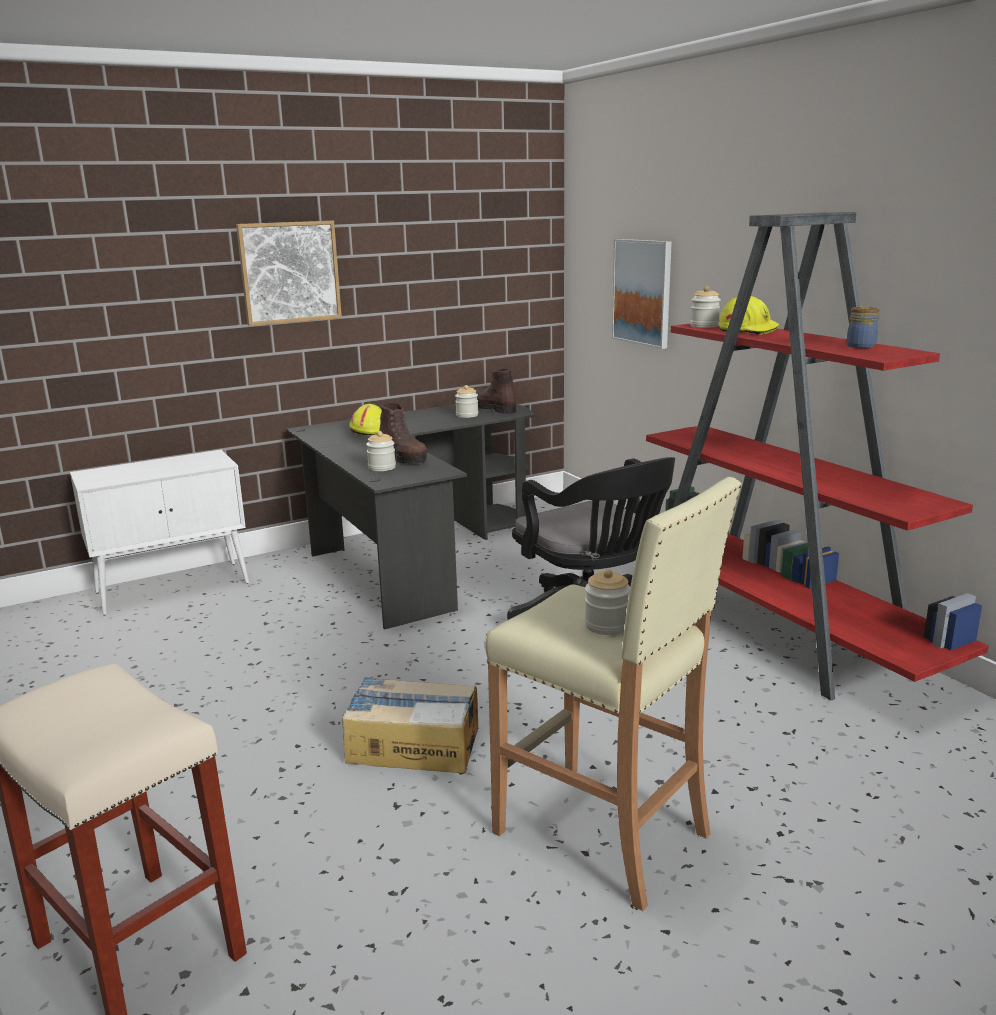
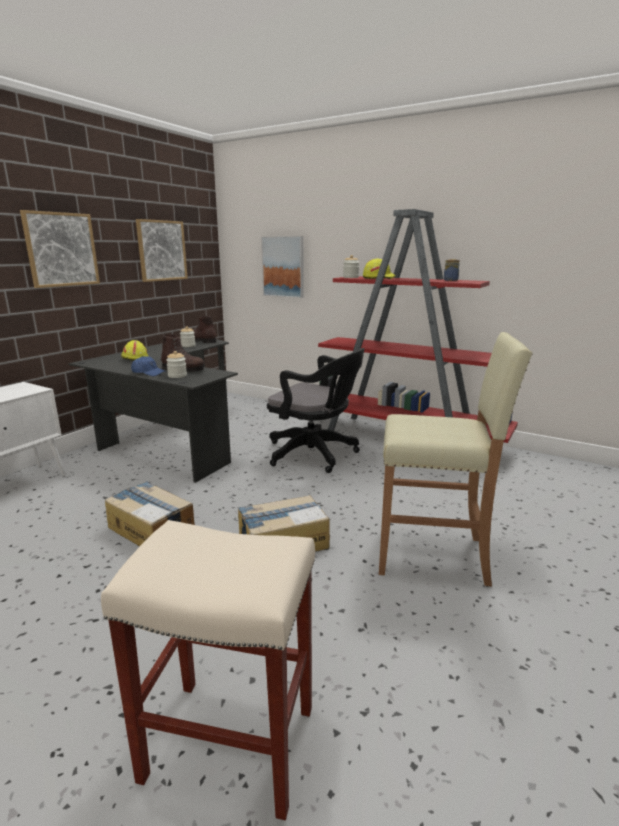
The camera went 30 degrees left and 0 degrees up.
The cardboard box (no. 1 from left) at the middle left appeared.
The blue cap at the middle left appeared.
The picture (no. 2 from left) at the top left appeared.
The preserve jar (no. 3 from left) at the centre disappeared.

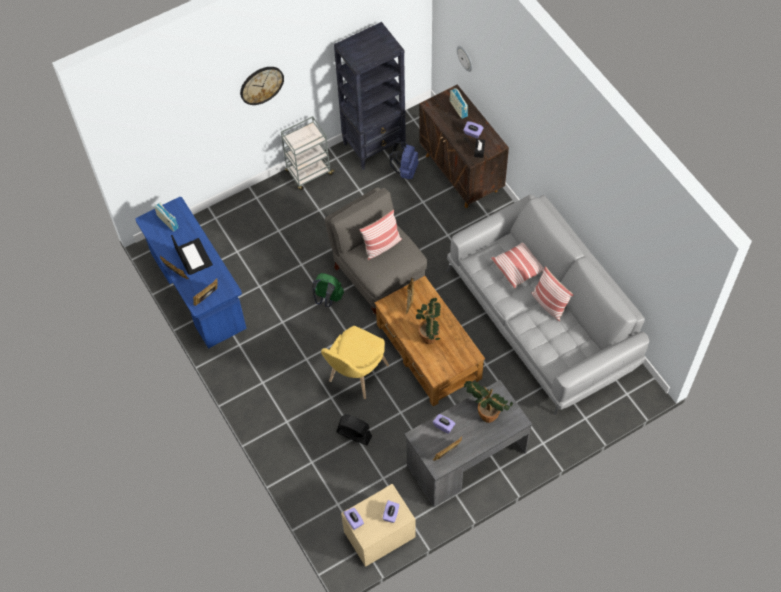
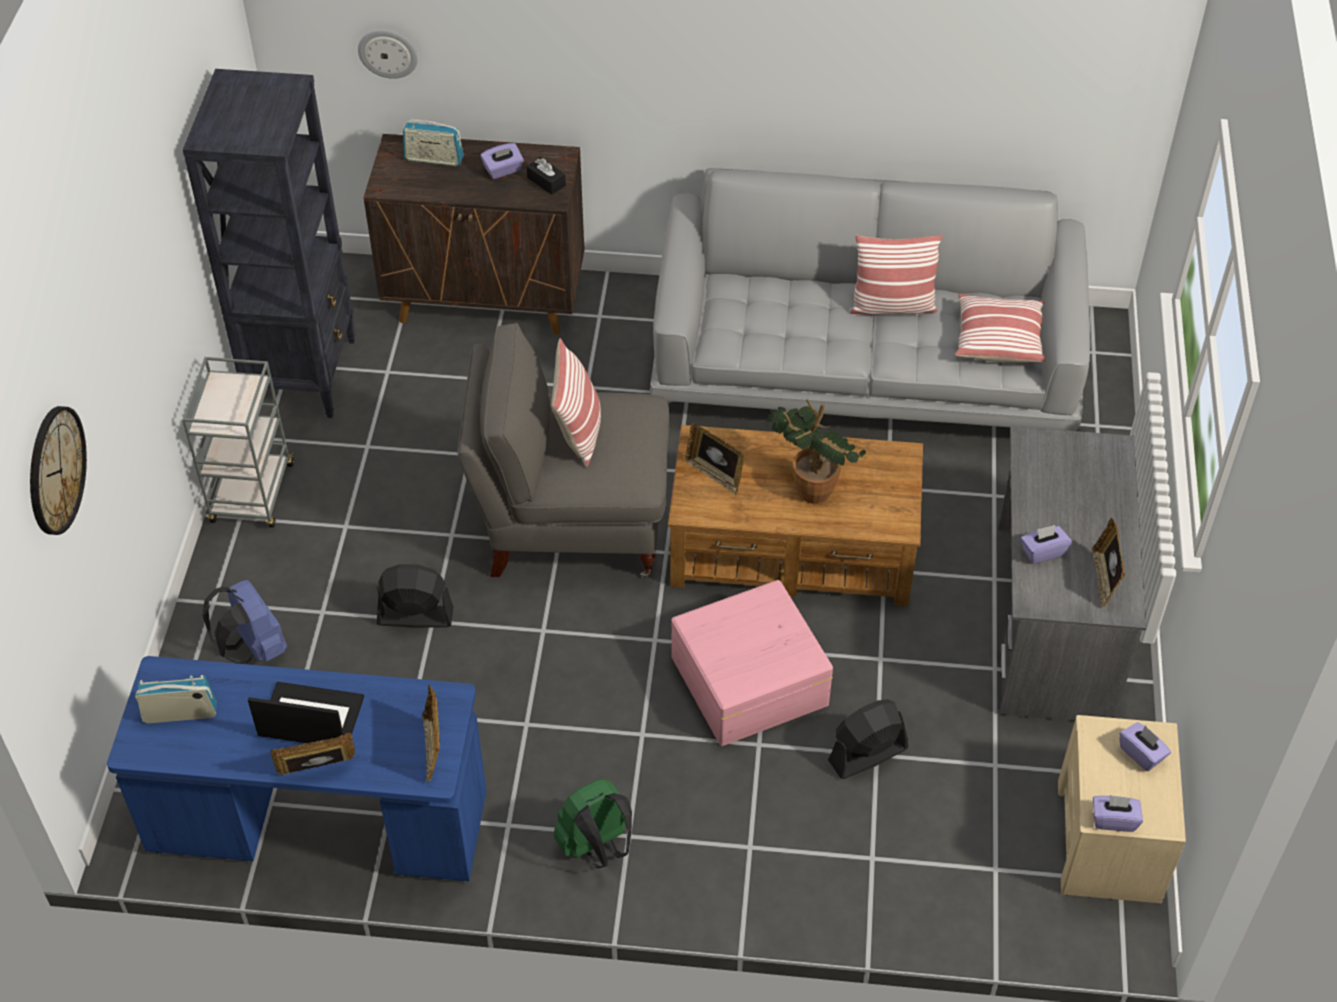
The camera went 55 degrees left and 10 degrees down.
The wall clock (no. 1 from left) moved from the top centre to the middle left.
The blue backpack moved from the top centre to the middle left.
The blackish fan (no. 1 from left) at the middle left appeared.
The green-coloured backpack moved from the centre to the bottom centre.
The yellow-coloured chair at the centre was replaced by the pink-coloured storage container at the centre.
The cushion (no. 2 from left in the first image) moved from the centre to the top right.
The potted plant (no. 2 from left) at the bottom centre disappeared.

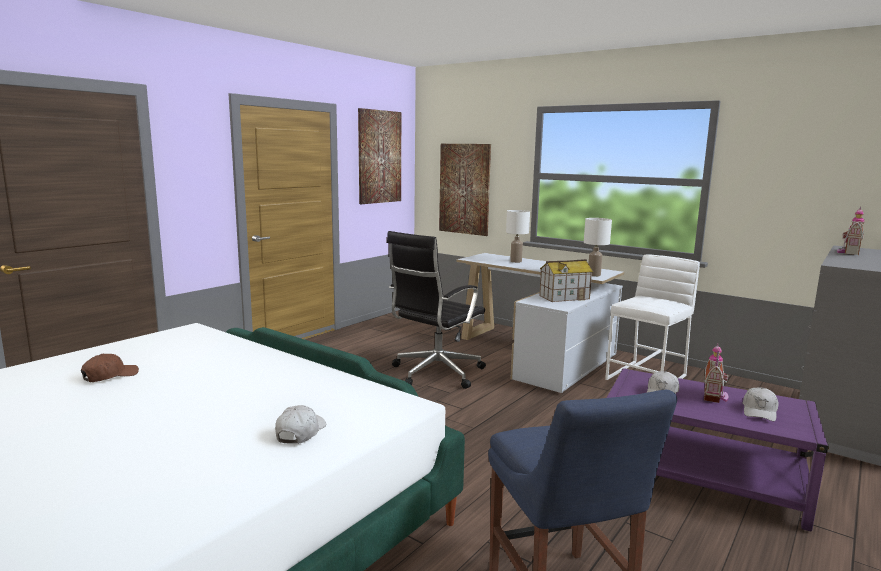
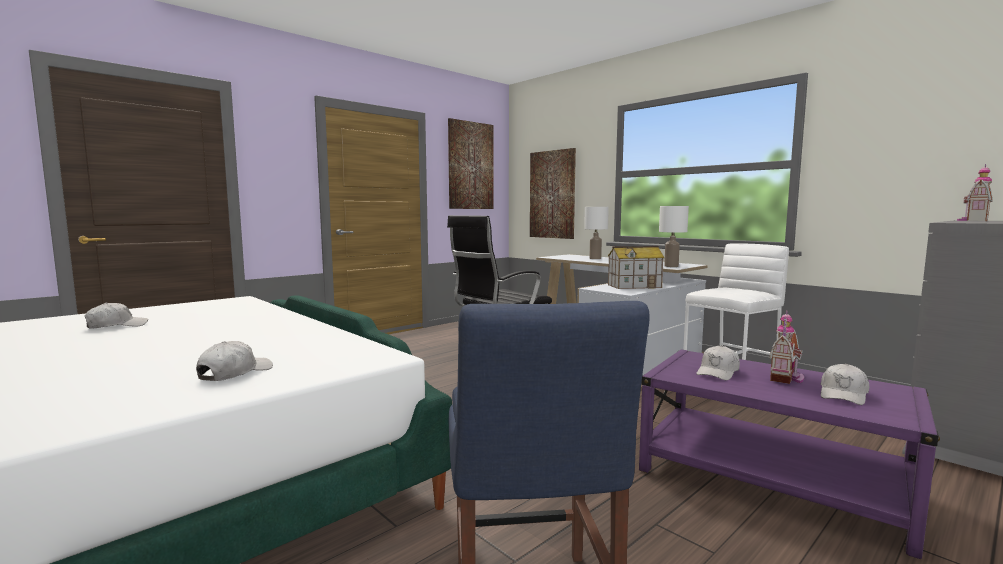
The camera went 10 degrees right and 5 degrees down.
The brown cap at the middle left became the white-coloured cap (no. 1 from left) at the middle left.

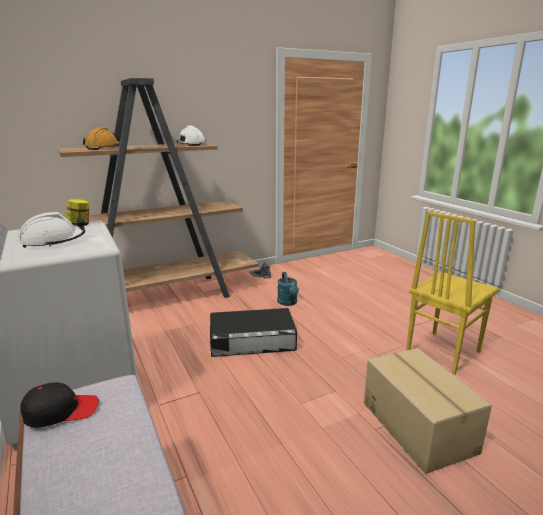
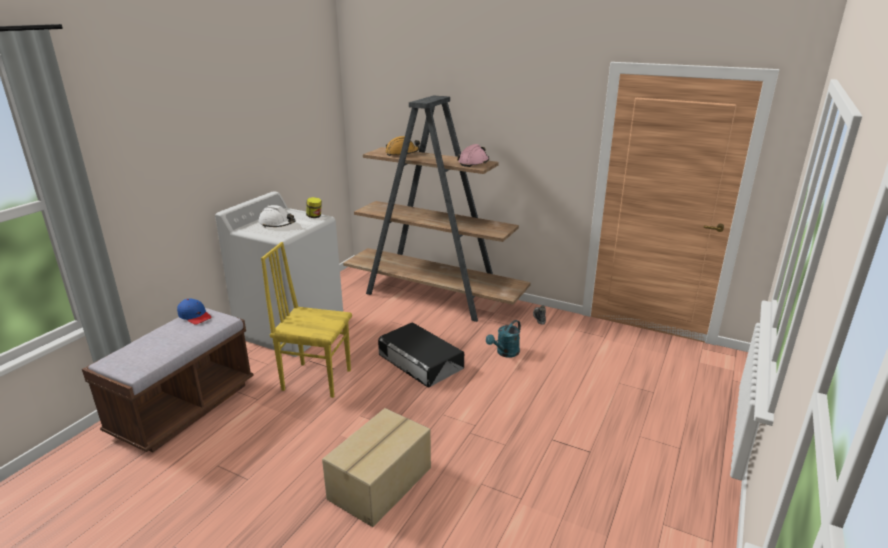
The camera went 55 degrees right and 5 degrees up.
The blackish cap at the bottom left became the blue cap at the middle left.
The yellow-coloured chair moved from the middle right to the centre.
The white-coloured safety helmet (no. 2 from left) at the top centre became the pink-coloured safety helmet at the top centre.

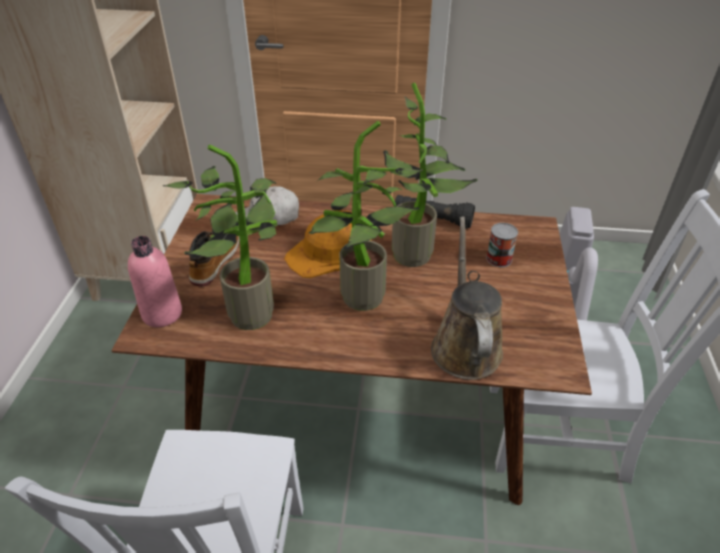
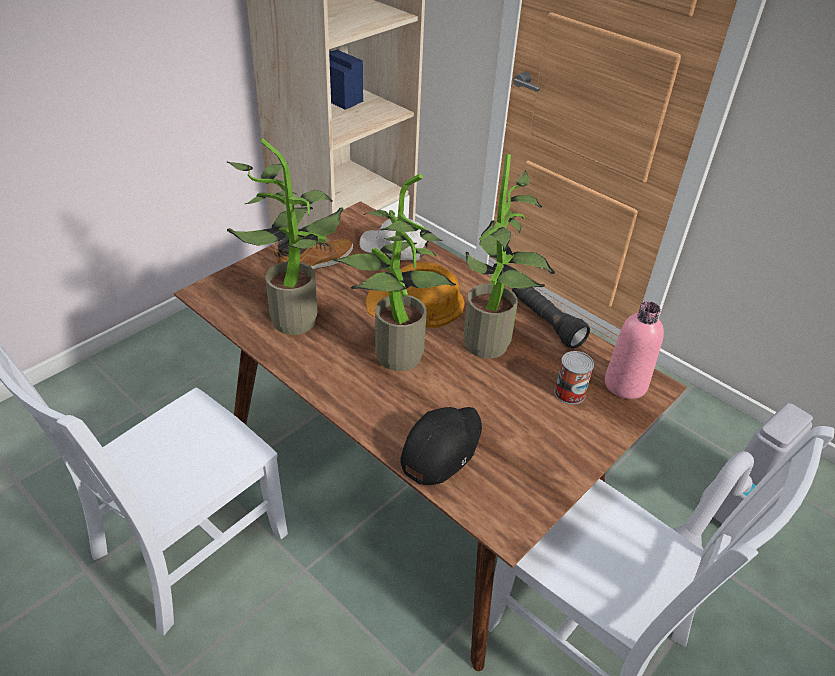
The camera went 35 degrees right and 0 degrees up.
The brown watering can at the centre was replaced by the blackish cap at the centre.
The pink-coloured bottle moved from the middle left to the middle right.

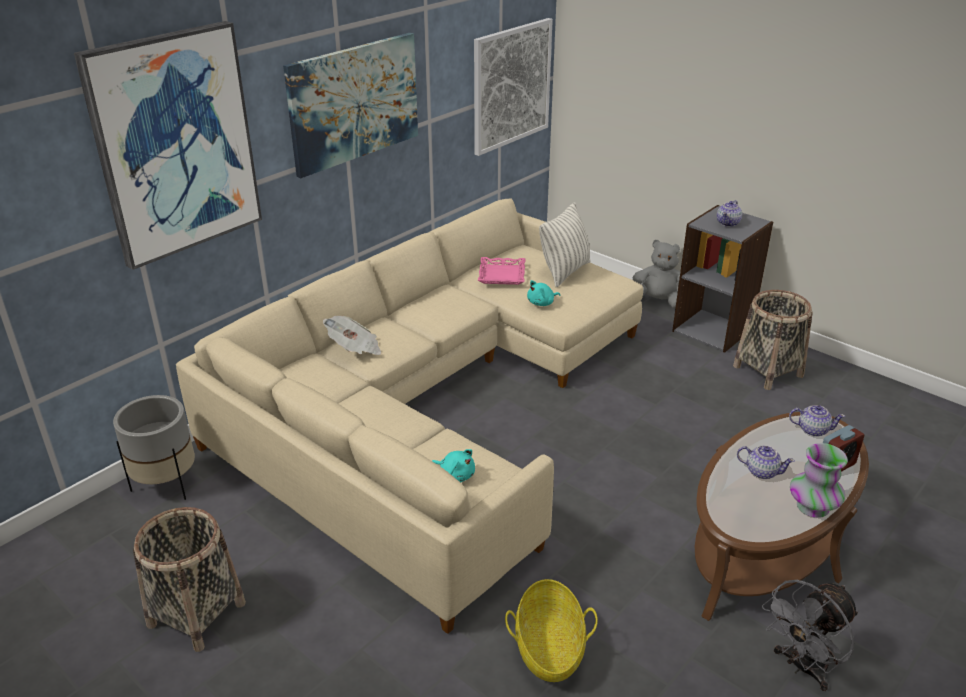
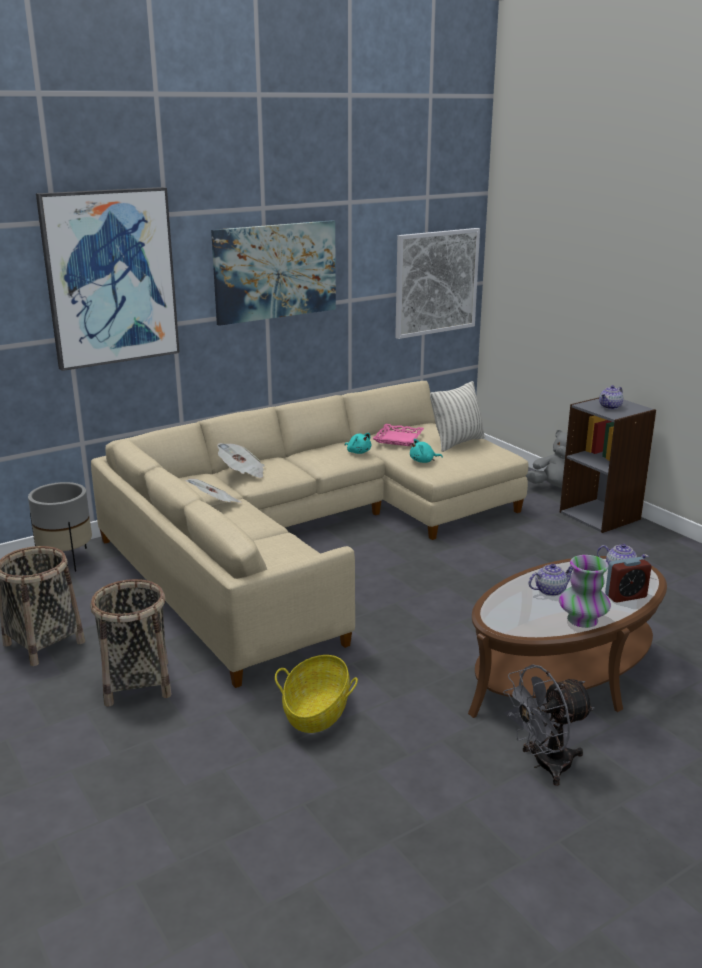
The camera went 15 degrees right and 10 degrees down.
The storage basket (no. 3 from left in the first image) moved from the middle right to the middle left.
The daily paper (no. 1 from left) at the middle left appeared.
The blue-green cuddly toy (no. 1 from left) moved from the bottom centre to the centre.
The pot for tea (no. 2 from left in the first image) at the middle right turned 60 degrees counterclockwise.

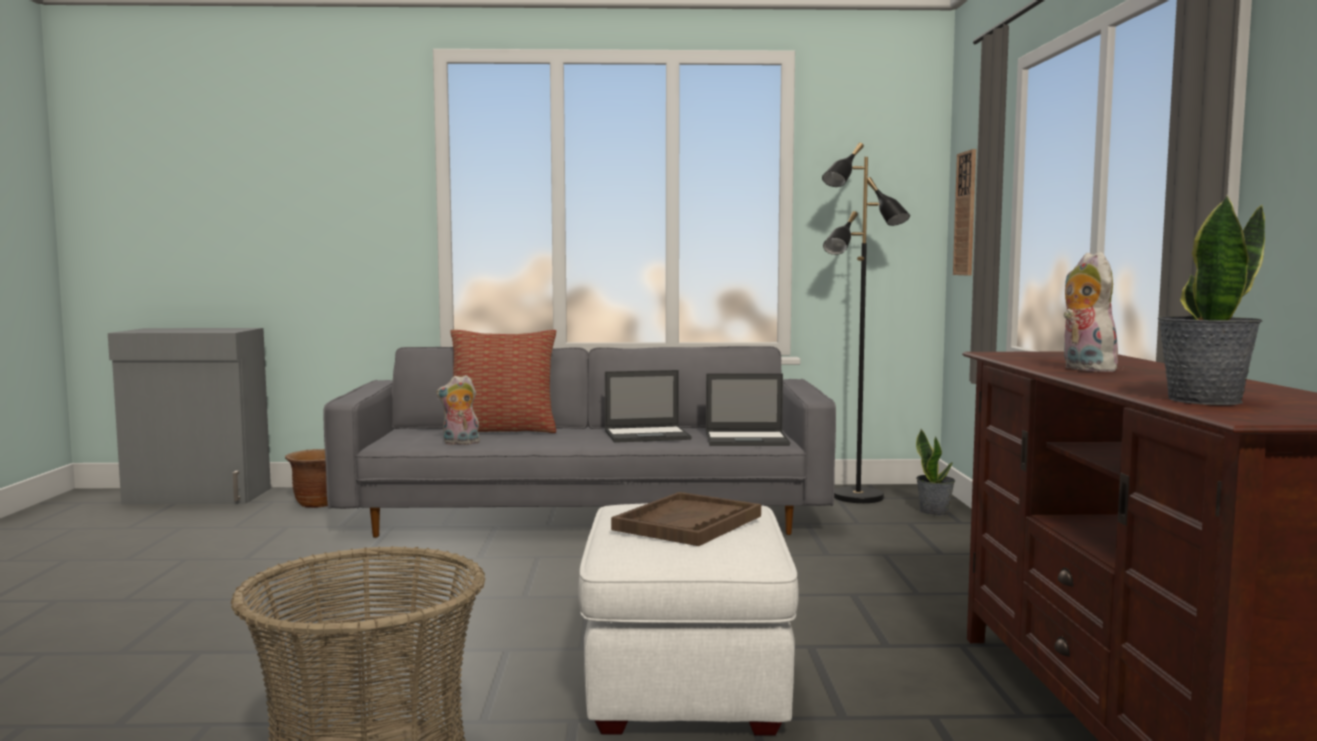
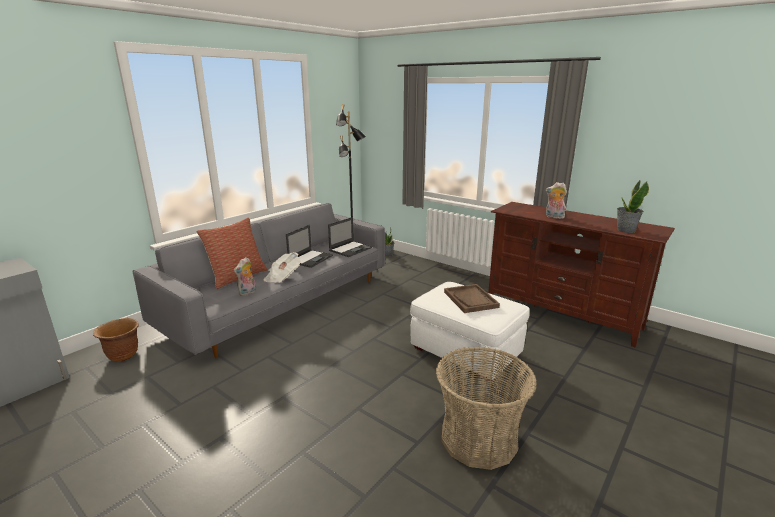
The camera went 50 degrees left and 15 degrees up.
The daily paper at the centre appeared.
The wall clock at the top right disappeared.

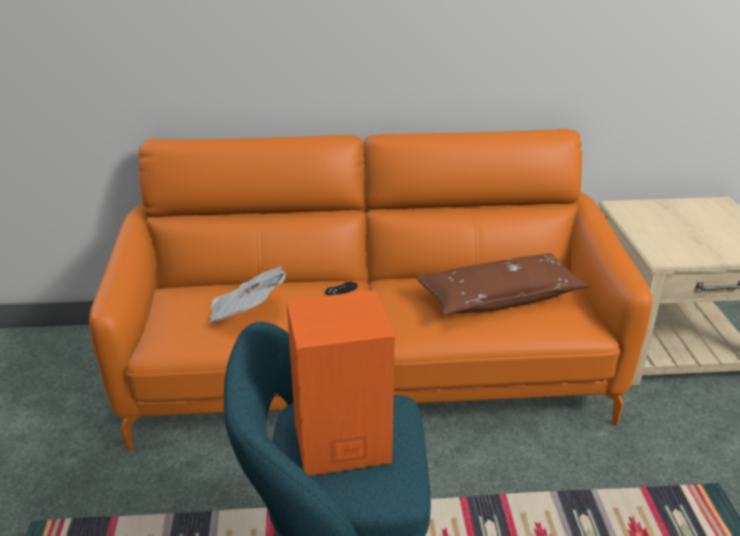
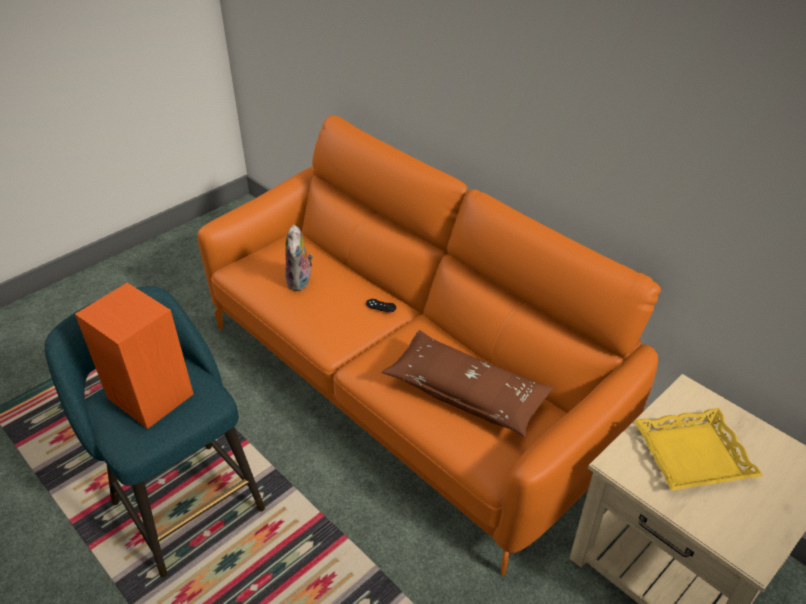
The camera went 50 degrees right and 10 degrees up.
The daily paper at the centre was replaced by the cuddly toy at the centre.
The yellow-coloured tray at the bottom right appeared.

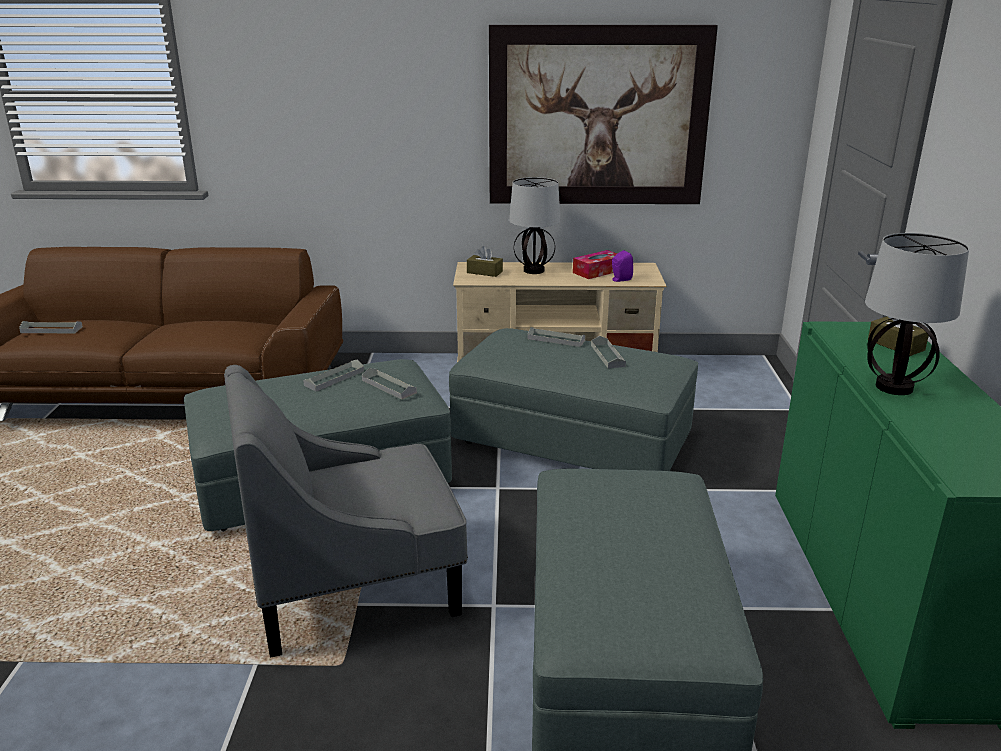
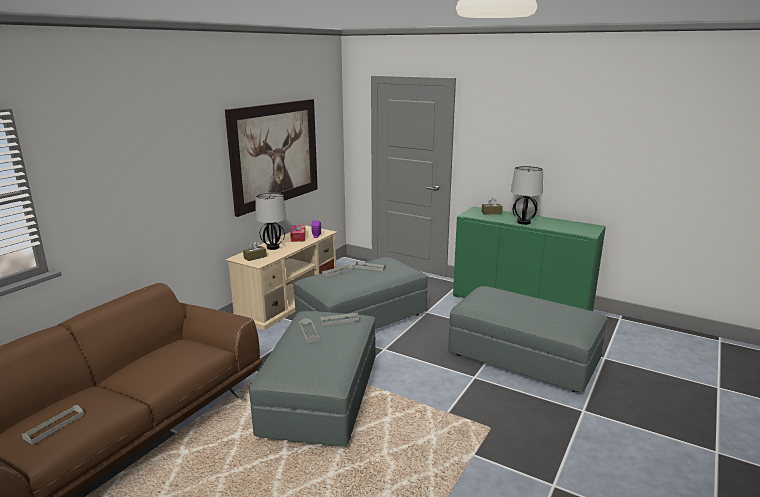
The camera went 60 degrees left and 5 degrees down.
The gray armchair at the bottom centre disappeared.

